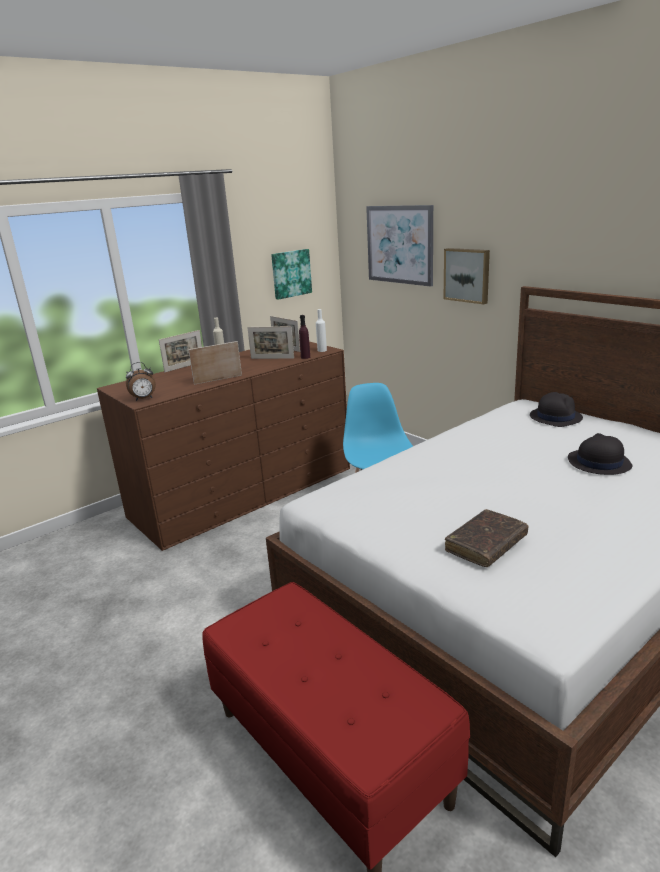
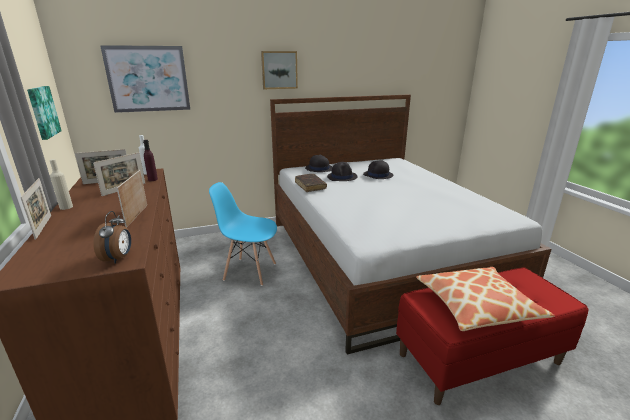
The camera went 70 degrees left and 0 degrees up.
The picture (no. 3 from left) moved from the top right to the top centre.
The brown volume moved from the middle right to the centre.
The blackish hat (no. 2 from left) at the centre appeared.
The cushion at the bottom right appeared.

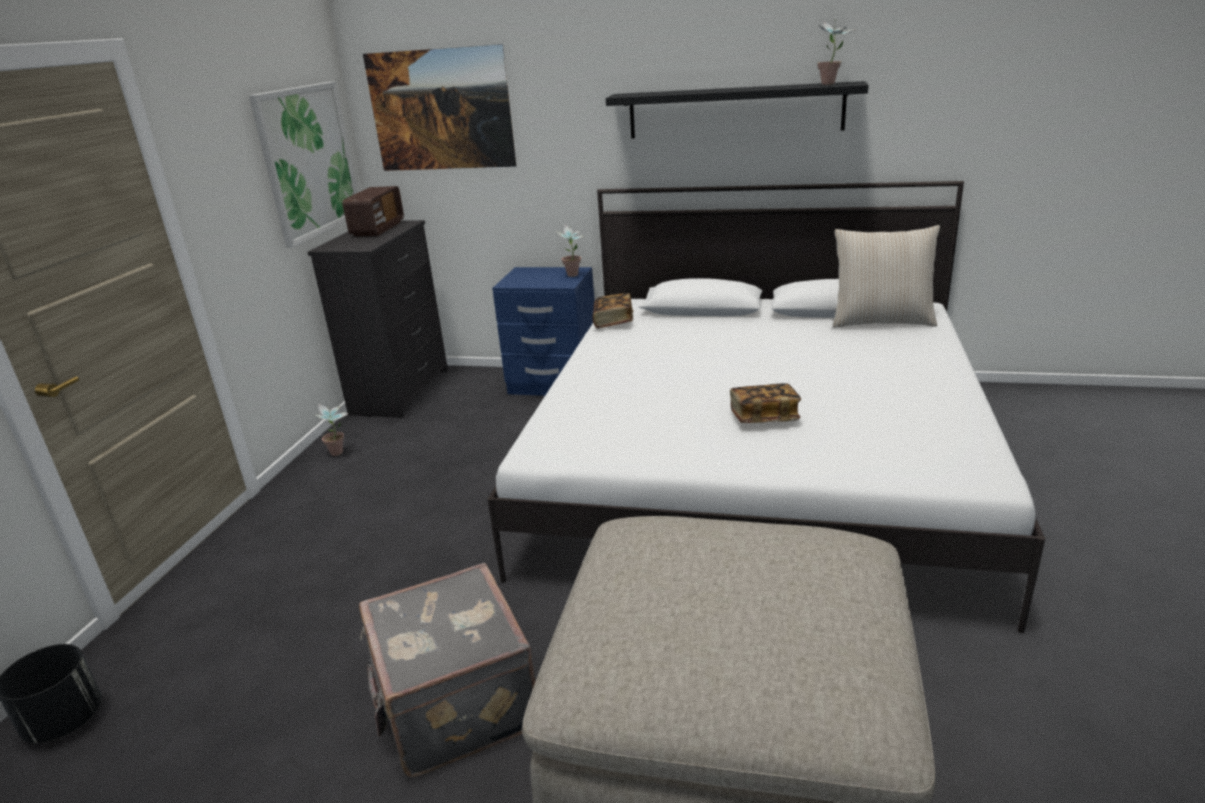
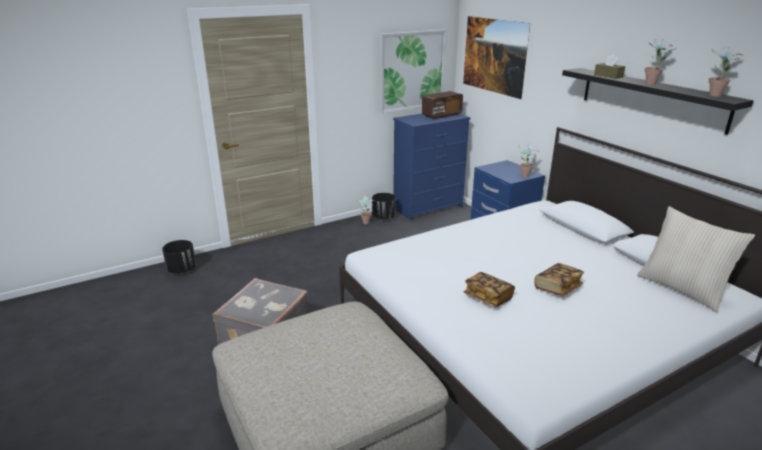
The camera went 45 degrees right and 0 degrees up.
The blackish planter (no. 2 from left) at the centre appeared.
The blackish dresser at the middle left became the blue dresser at the centre.
The volume (no. 1 from left in the first image) moved from the centre to the middle right.
The brown tissue holder at the top right appeared.
The potted plant (no. 3 from left) at the top right appeared.

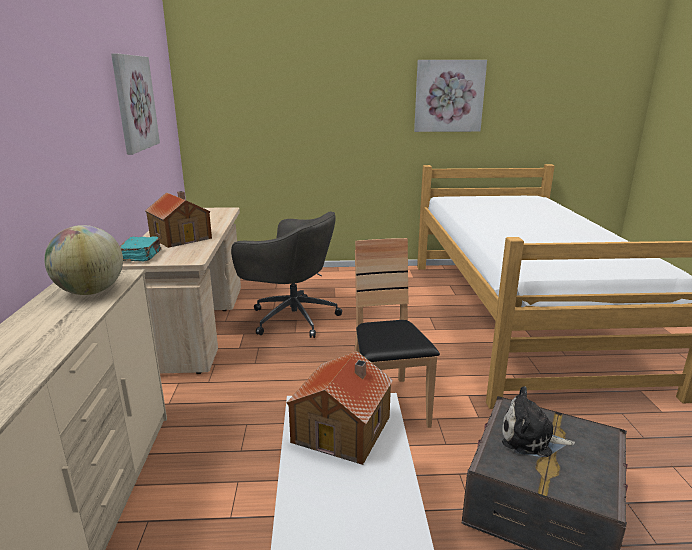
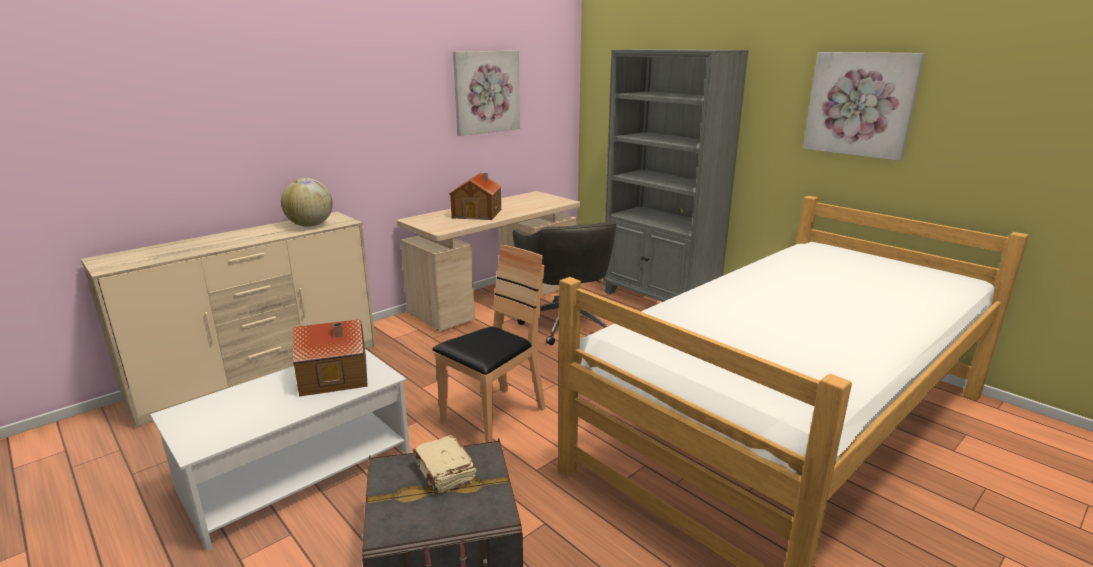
The camera went 50 degrees right and 0 degrees up.
The cuddly toy at the bottom right was replaced by the sand-coloured volume at the bottom centre.
The gray bookcase at the top centre appeared.
The blue-green volume at the middle left disappeared.

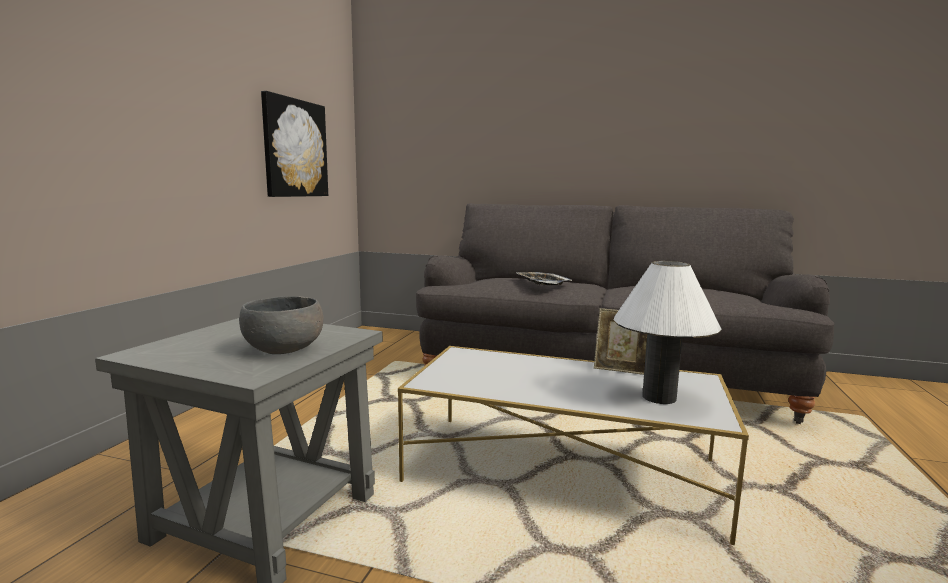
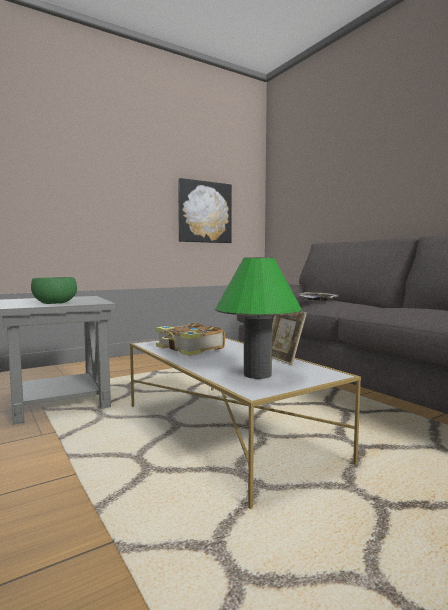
The camera went 40 degrees right and 5 degrees down.
The gray bowl at the middle left became the green-coloured bowl at the middle left.
The volume at the centre appeared.
The white-coloured tabletop lamp at the middle right became the green-coloured tabletop lamp at the centre.

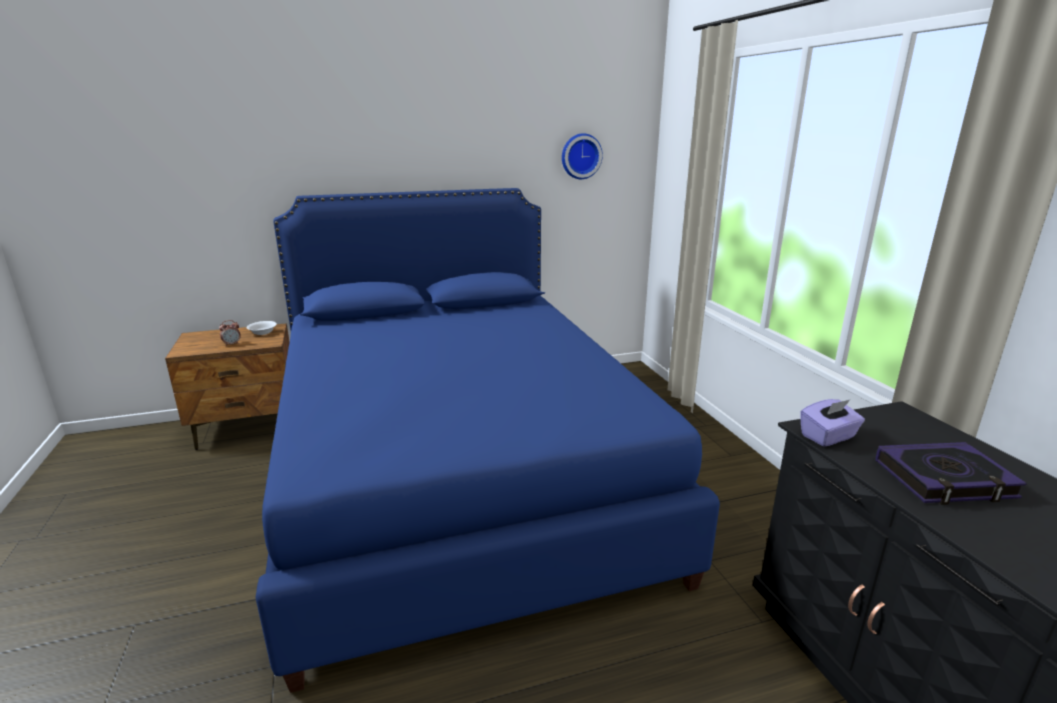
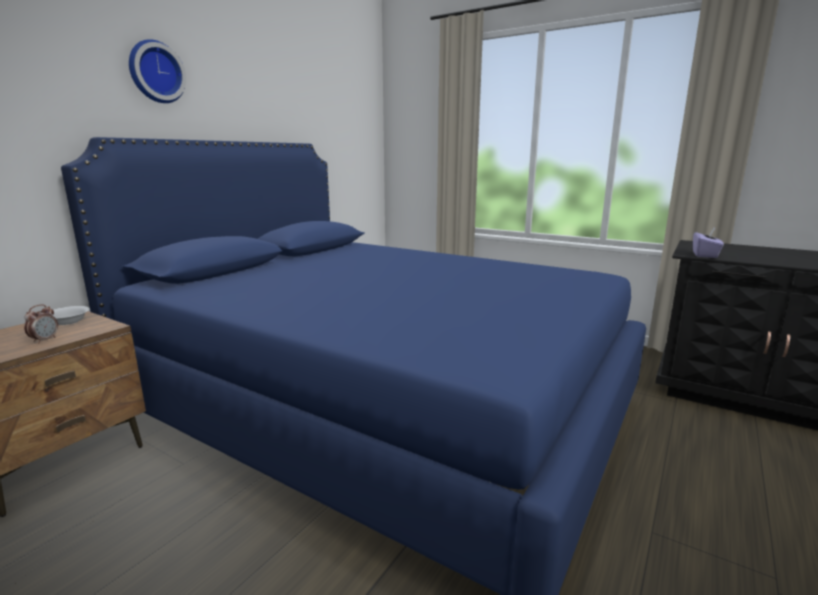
The camera went 40 degrees left and 5 degrees down.
The wall clock moved from the top centre to the top left.
The volume at the bottom right disappeared.

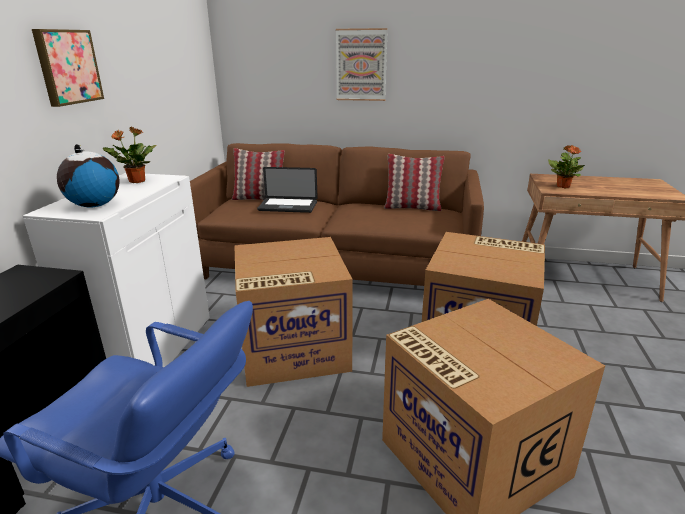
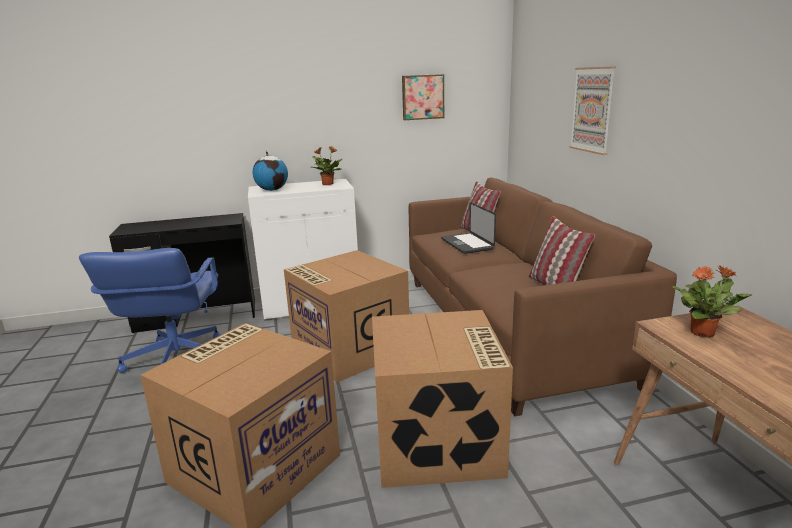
The camera went 65 degrees right and 5 degrees down.
The picture (no. 1 from left) moved from the top left to the top centre.

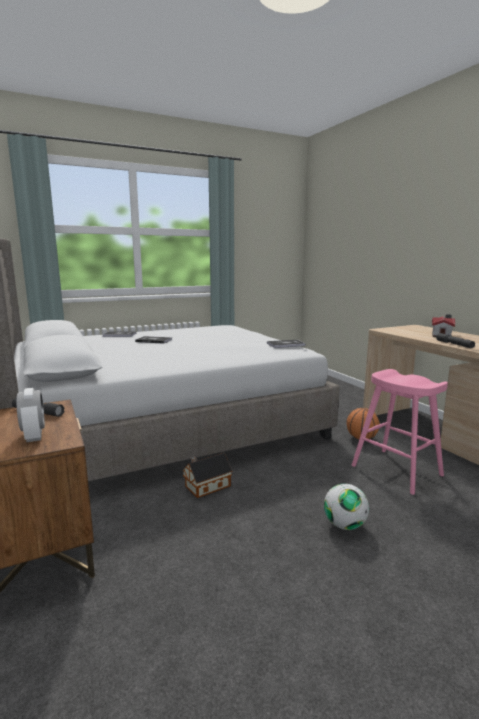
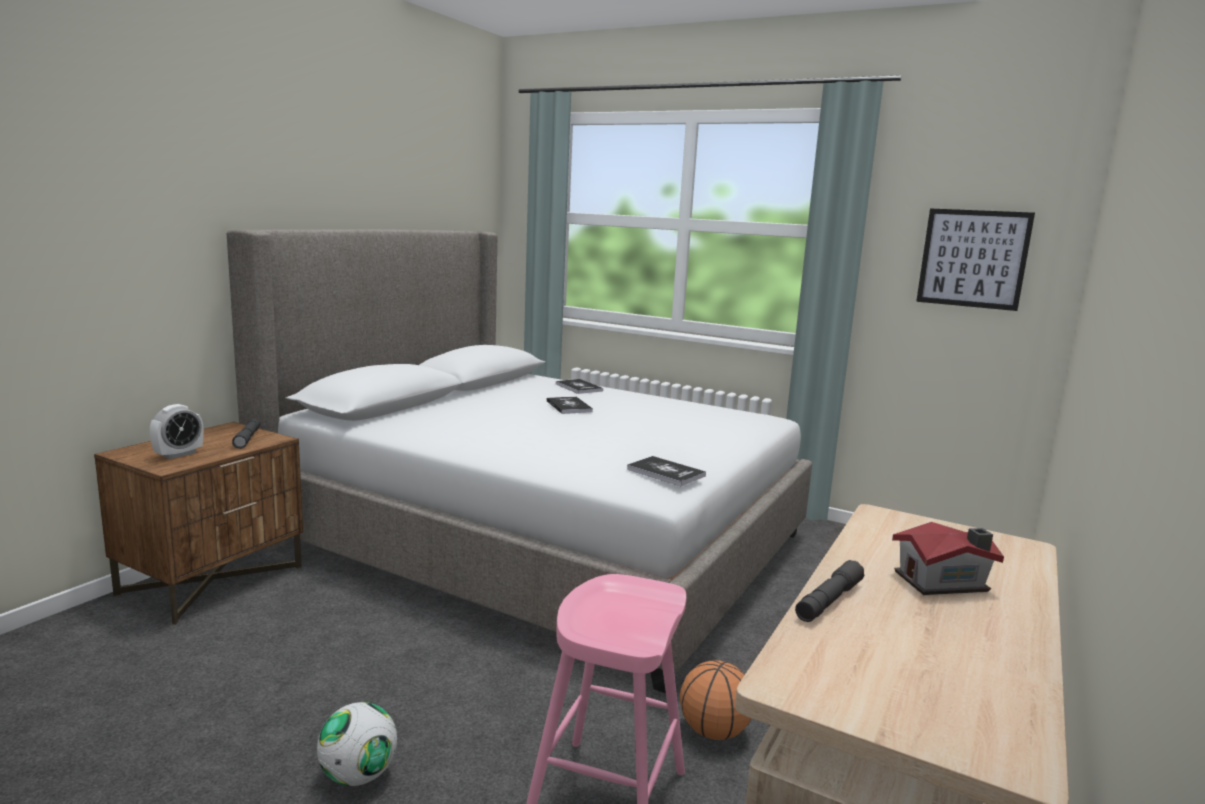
The camera went 55 degrees right and 0 degrees up.
The picture at the top right appeared.
The miniature house (no. 1 from left) at the centre disappeared.

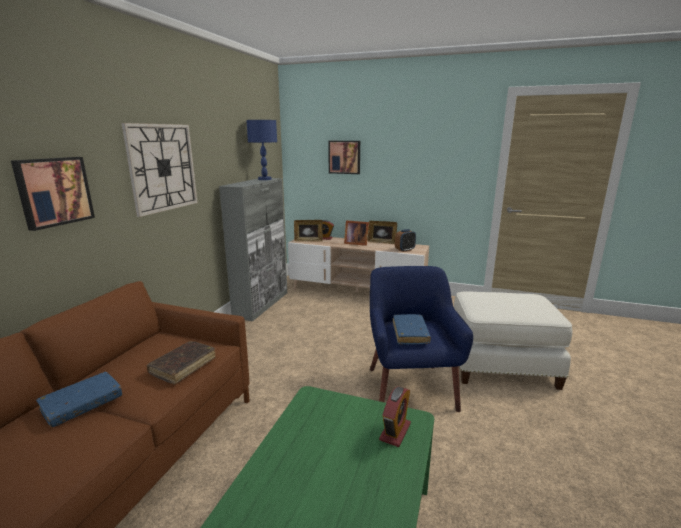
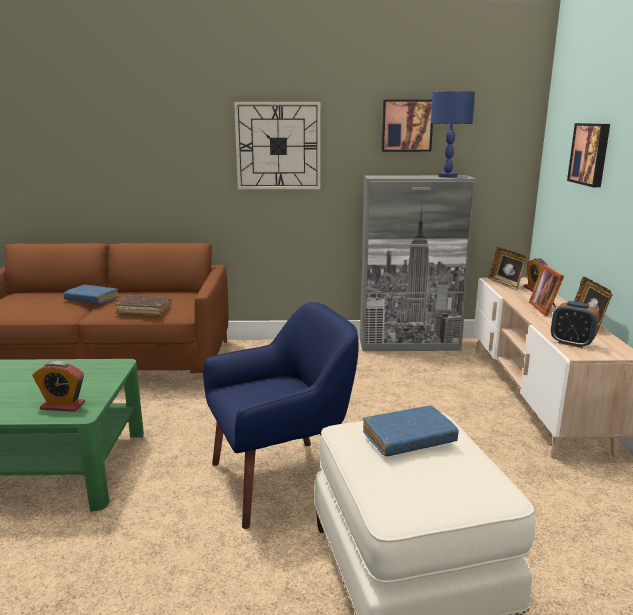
The camera went 70 degrees right and 0 degrees up.
The blue volume (no. 2 from left) moved from the centre to the bottom centre.
The picture (no. 1 from left) moved from the middle left to the top centre.

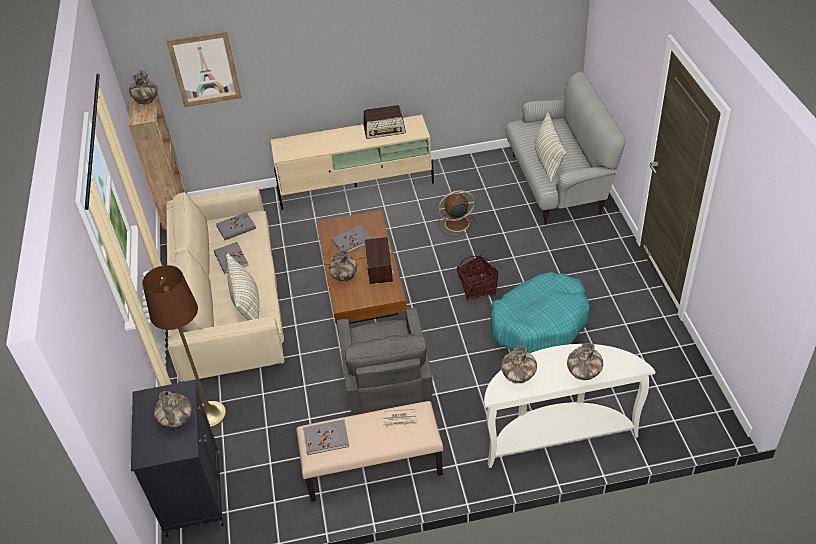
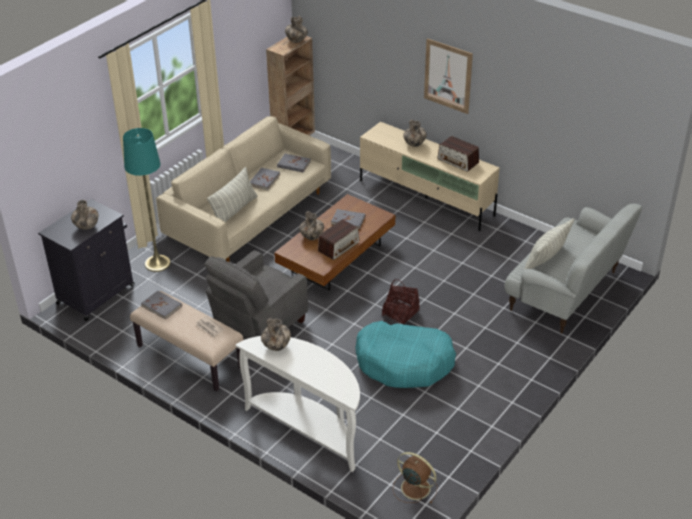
The camera went 45 degrees right and 5 degrees down.
The brown standing lamp at the middle left became the blue-green standing lamp at the middle left.
The brown fan moved from the centre to the bottom centre.
The vase (no. 5 from left) moved from the middle right to the top centre.
The picture moved from the top left to the top centre.

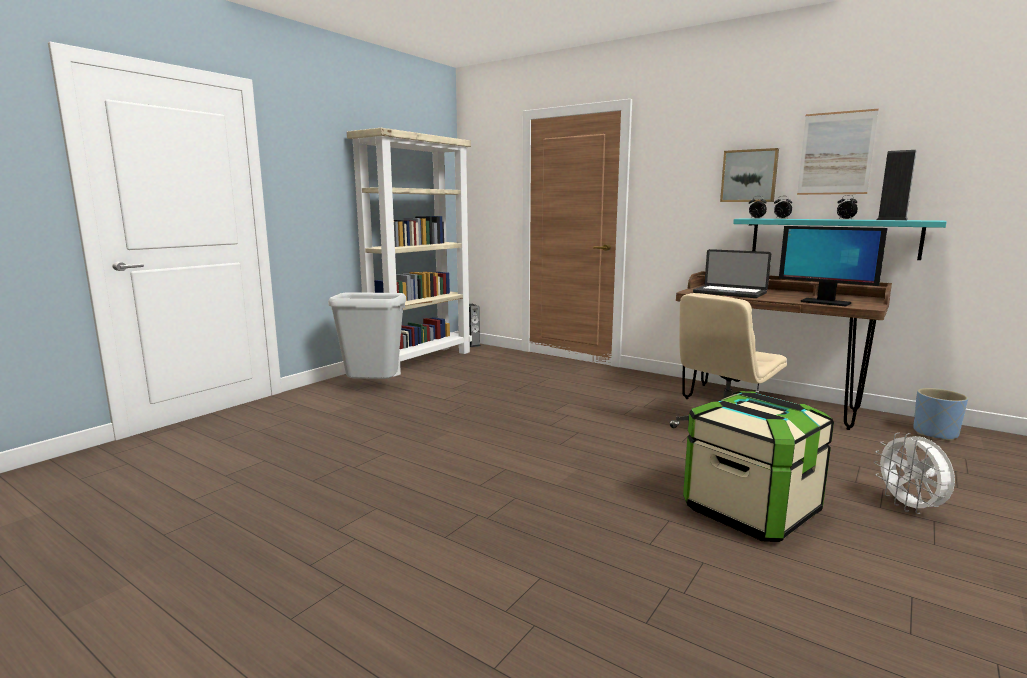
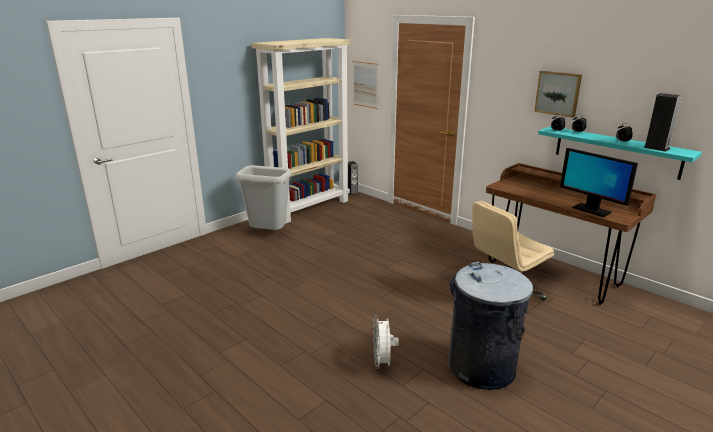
The camera went 10 degrees right and 10 degrees up.
The picture (no. 2 from left in the first image) moved from the top right to the top centre.
The white-coloured fan moved from the bottom right to the bottom centre.
The storage container at the bottom right was replaced by the gray waste bin (no. 2 from left) at the bottom right.
The portable computer at the middle right disappeared.
The blue planter at the middle right disappeared.

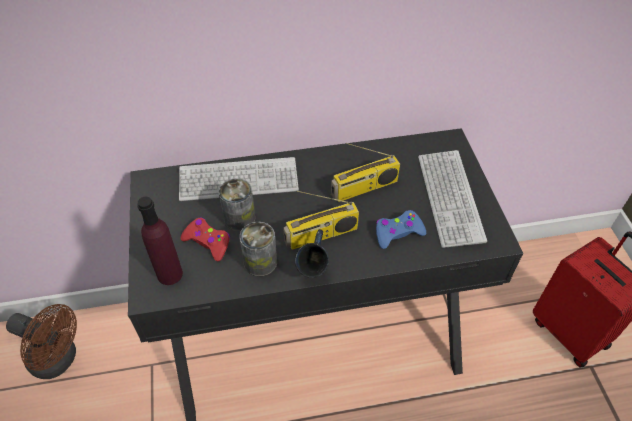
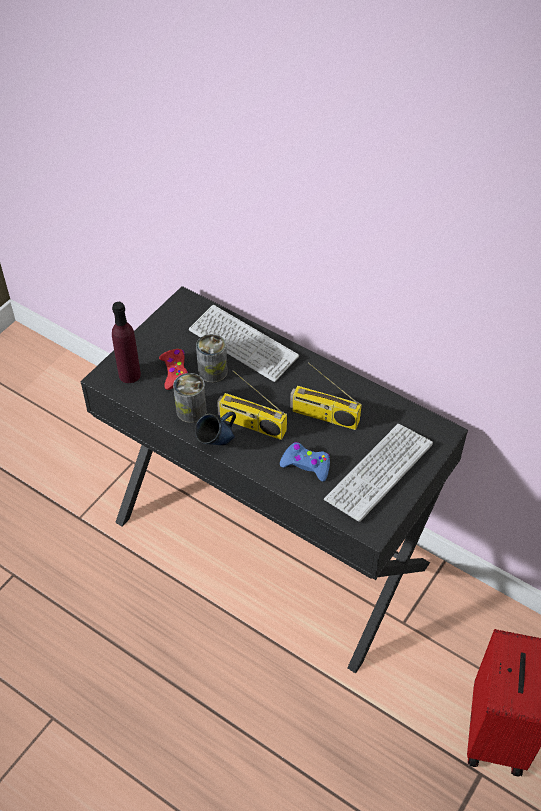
The camera went 45 degrees right and 0 degrees up.
The brown fan at the bottom left disappeared.

